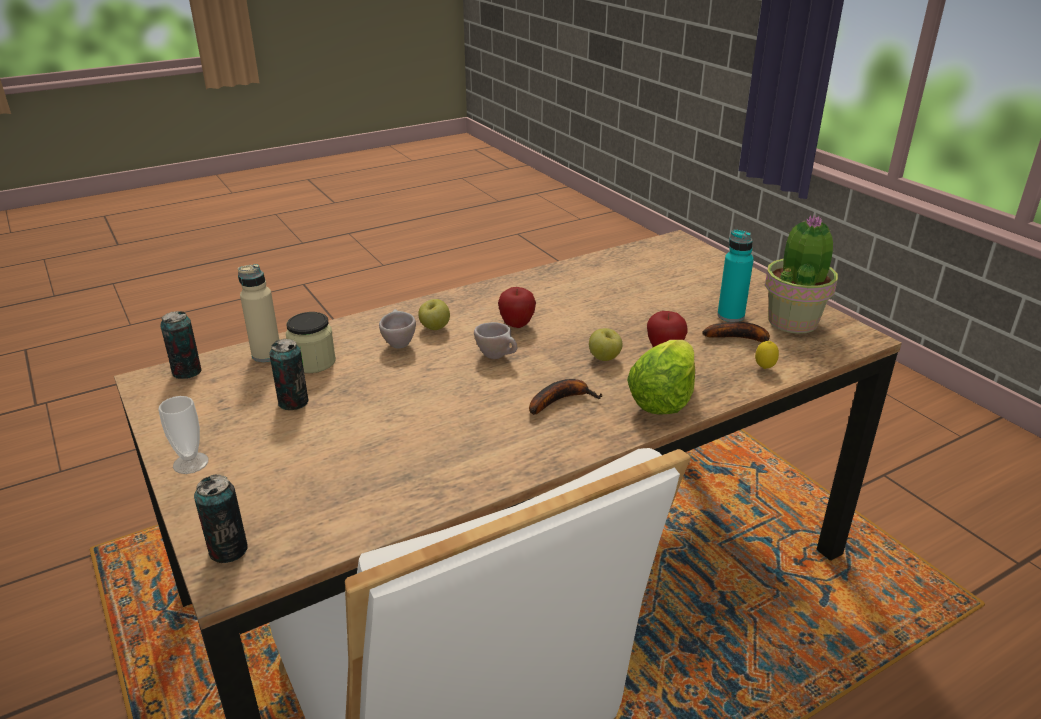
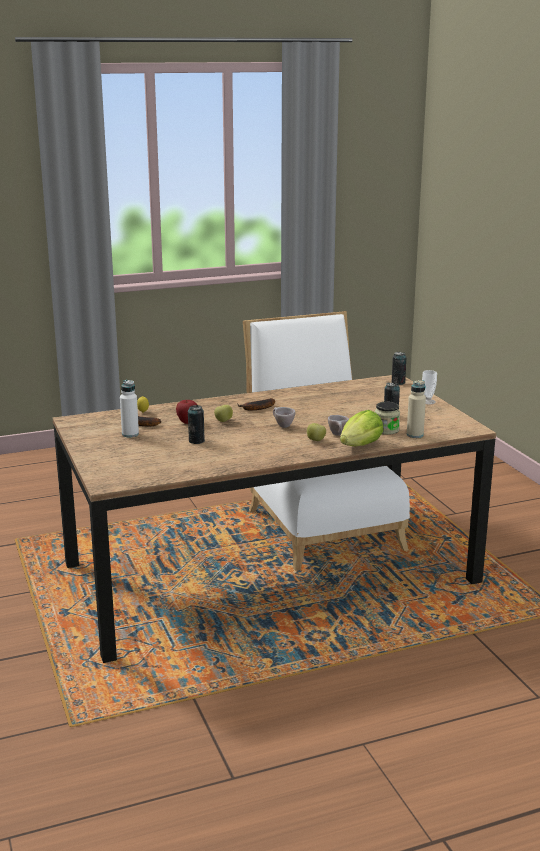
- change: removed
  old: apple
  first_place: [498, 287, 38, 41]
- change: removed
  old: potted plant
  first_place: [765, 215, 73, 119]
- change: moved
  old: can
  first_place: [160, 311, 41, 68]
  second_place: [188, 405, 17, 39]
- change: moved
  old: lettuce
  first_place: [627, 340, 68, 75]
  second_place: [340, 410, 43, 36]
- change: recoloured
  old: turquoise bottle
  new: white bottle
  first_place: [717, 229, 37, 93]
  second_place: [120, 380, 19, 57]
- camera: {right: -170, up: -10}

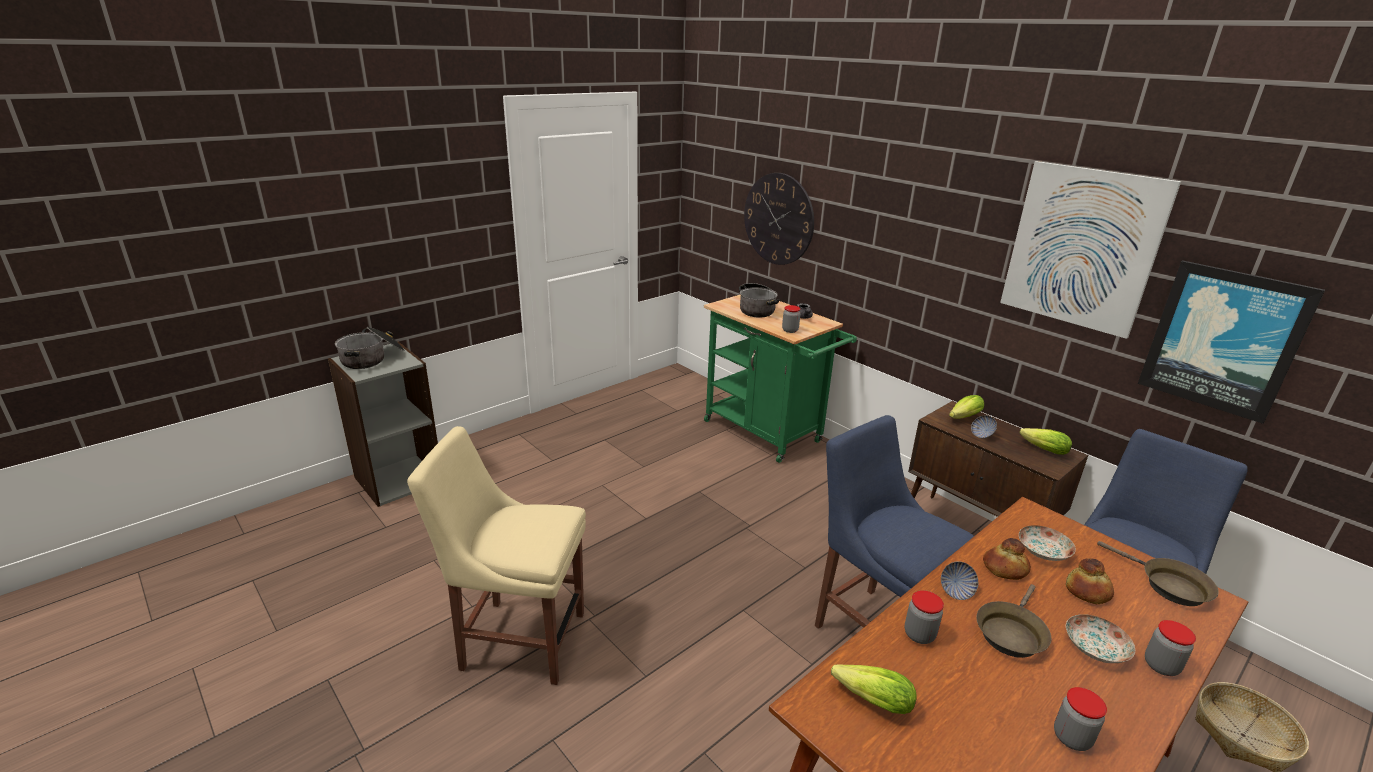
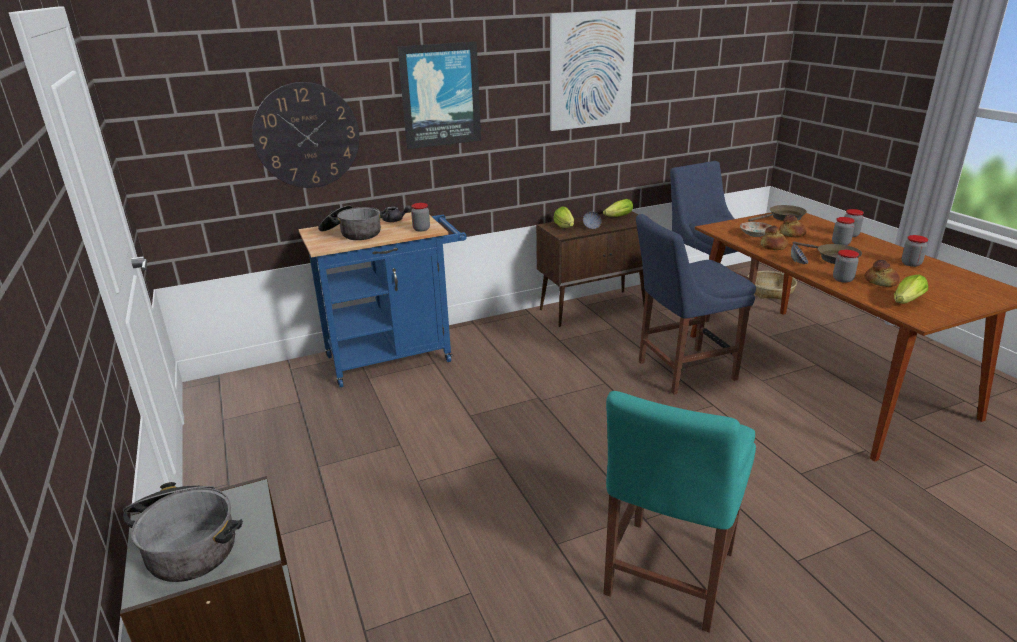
- change: added
  new: bread
  second_place: [865, 260, 35, 27]
- change: moved
  old: picture
  first_place: [1138, 260, 187, 164]
  second_place: [397, 41, 84, 108]
- change: replaced
  old: plate
  new: jar
  first_place: [1066, 614, 69, 49]
  second_place: [832, 217, 23, 28]
- change: recoloured
  old: beige chair
  new: turquoise chair
  first_place: [407, 426, 179, 259]
  second_place: [604, 391, 152, 242]
- change: recoloured
  old: green cart
  new: blue cart
  first_place: [704, 295, 153, 168]
  second_place: [298, 212, 169, 175]
- camera: {right: -70, up: 0}

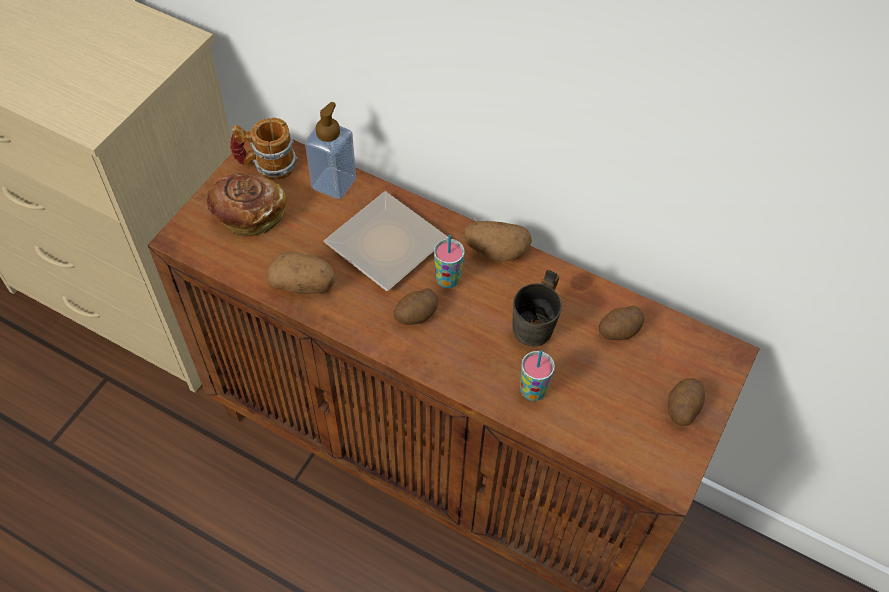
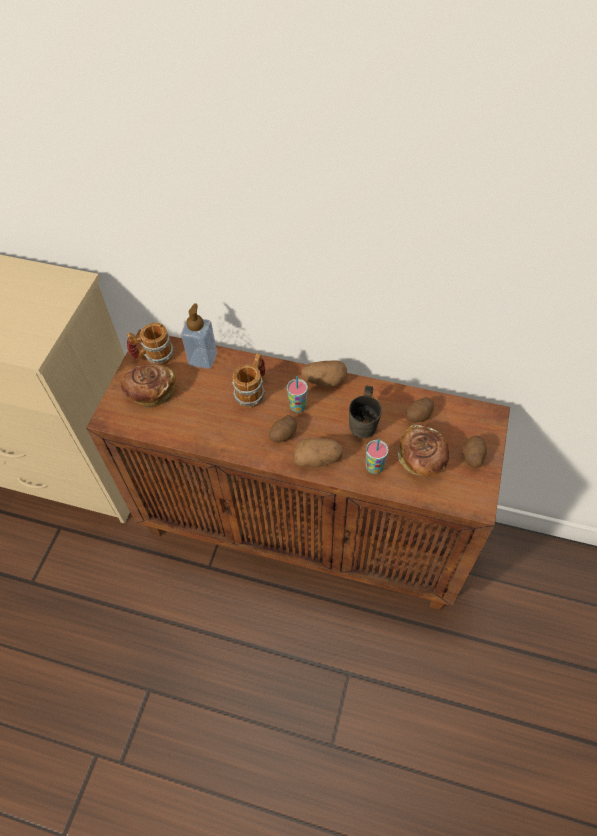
- change: added
  new: bread
  second_place: [398, 425, 51, 51]
- change: moved
  old: potato
  first_place: [266, 252, 69, 42]
  second_place: [293, 438, 50, 29]
- change: replaced
  old: plate
  new: mug
  first_place: [324, 191, 124, 100]
  second_place: [232, 353, 34, 55]
- camera: {right: -10, up: 0}

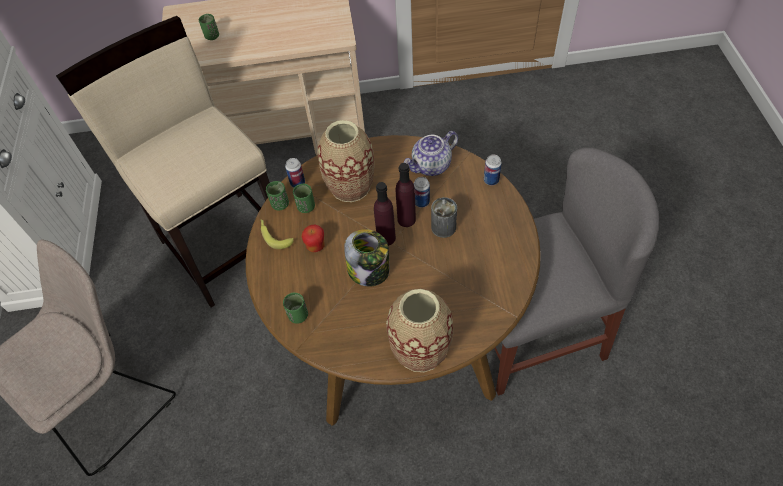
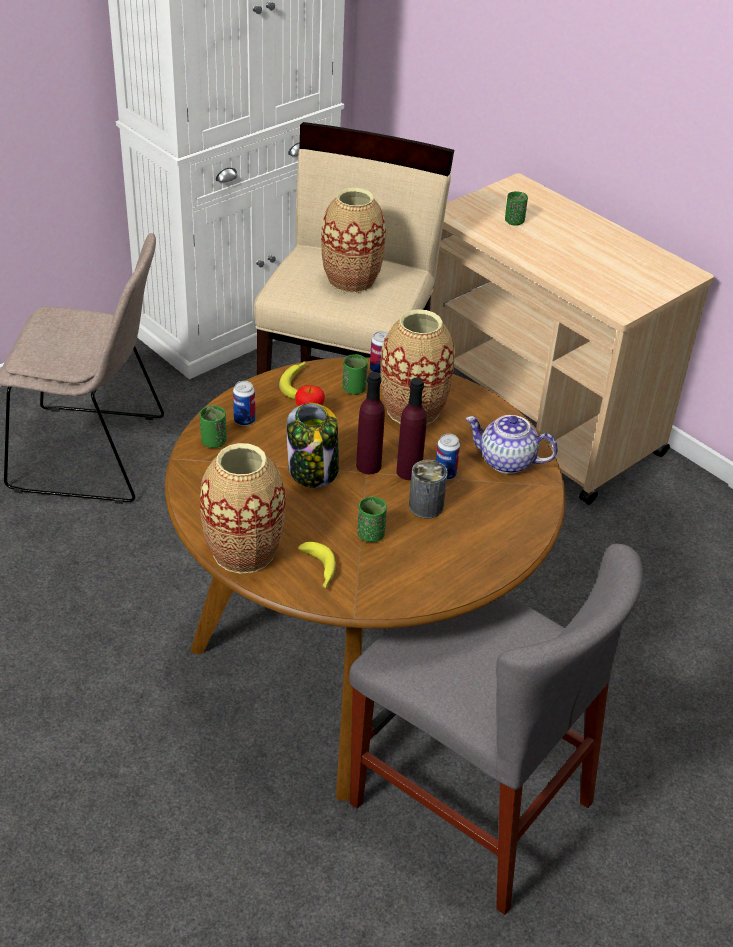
- change: added
  new: banana
  second_place: [298, 542, 38, 46]
- change: added
  new: vase
  second_place: [321, 188, 65, 105]
- change: moved
  old: green cup
  first_place: [266, 181, 23, 29]
  second_place: [358, 497, 29, 45]
- change: moved
  old: can
  first_place: [484, 155, 18, 30]
  second_place: [233, 381, 22, 45]
- camera: {right: 50, up: -15}

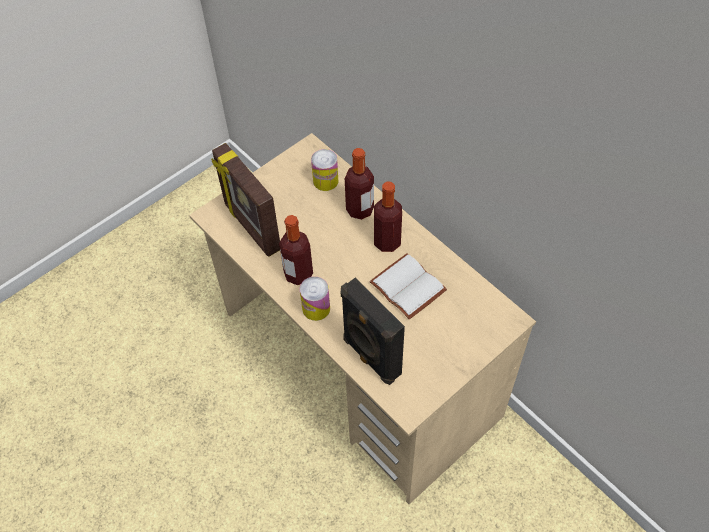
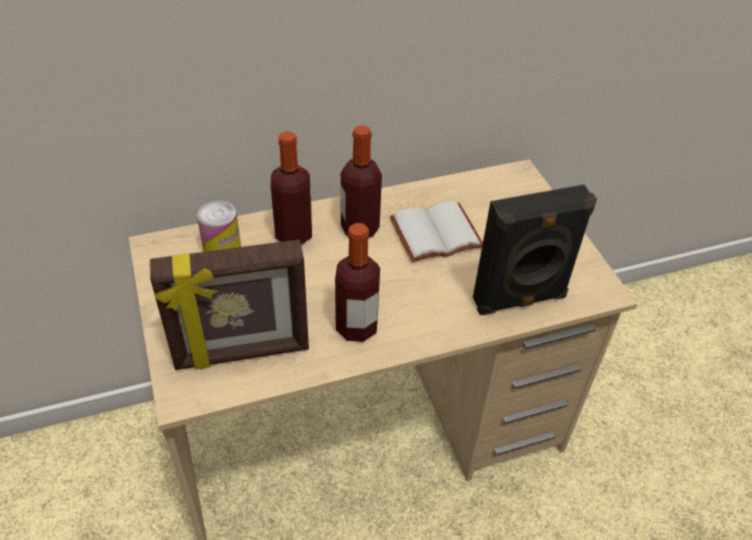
- change: removed
  old: can
  first_place: [300, 276, 30, 45]
- camera: {right: -70, up: -10}

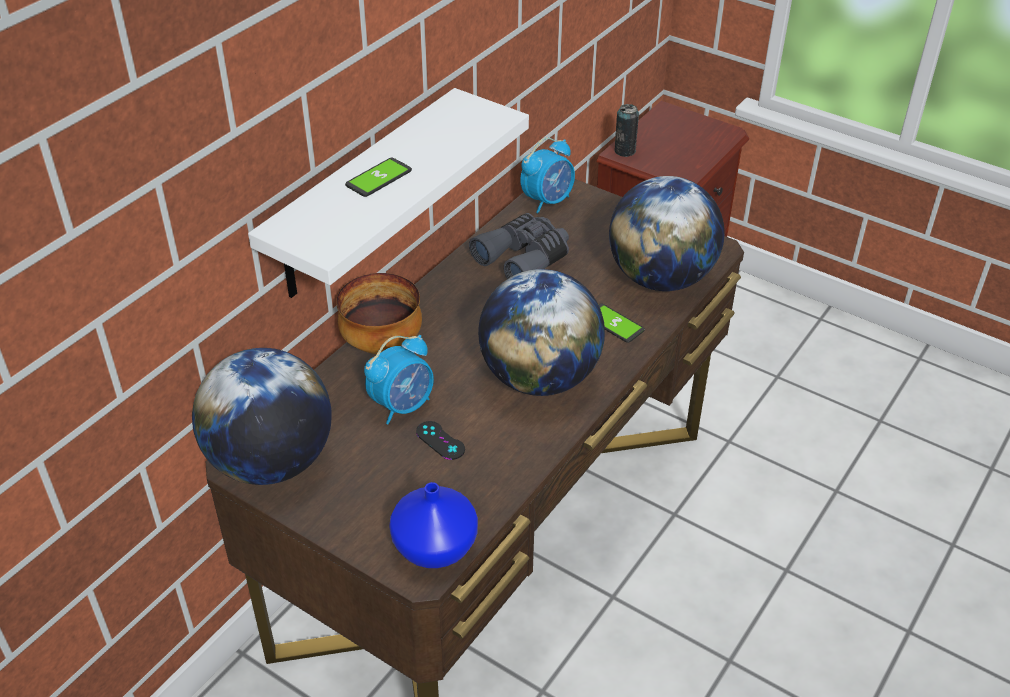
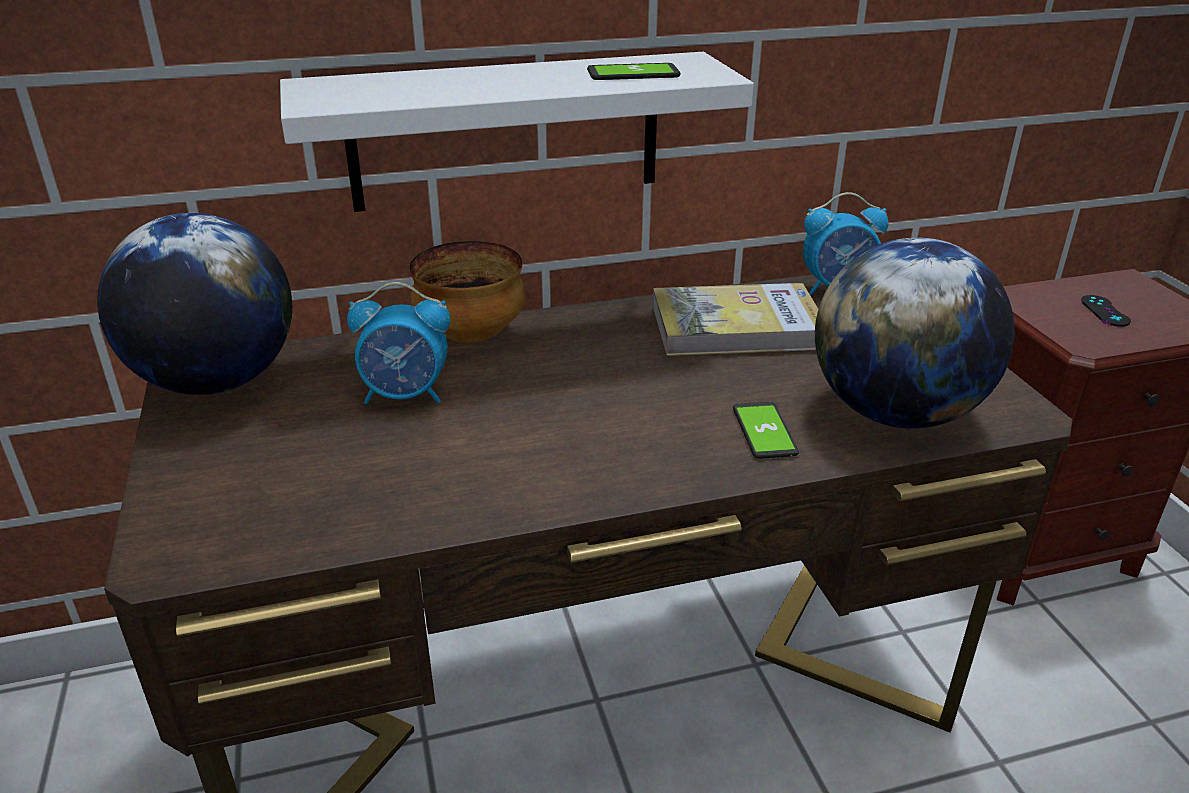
- change: removed
  old: blue vase
  first_place: [389, 482, 89, 86]
- change: removed
  old: globe
  first_place: [478, 269, 127, 127]
- change: removed
  old: can
  first_place: [614, 104, 25, 53]
- change: moved
  old: phone
  first_place: [345, 158, 67, 39]
  second_place: [587, 63, 94, 17]
- change: moved
  old: black game controller
  first_place: [416, 421, 49, 39]
  second_place: [1081, 295, 50, 32]
- change: replaced
  old: grey binoculars
  new: book
  first_place: [469, 213, 100, 66]
  second_place: [653, 283, 165, 73]
- camera: {right: 40, up: -10}

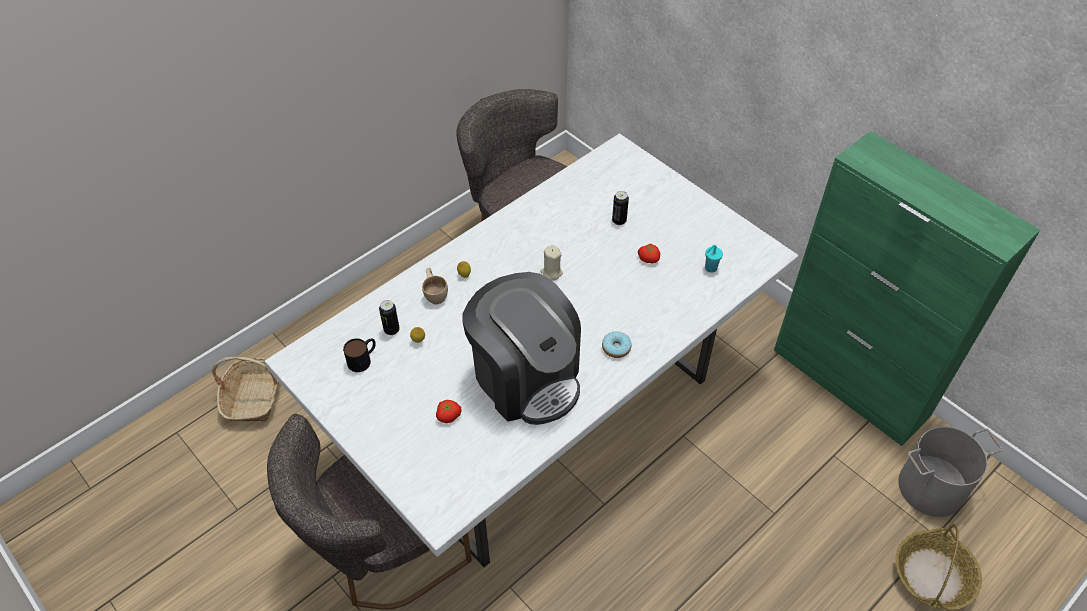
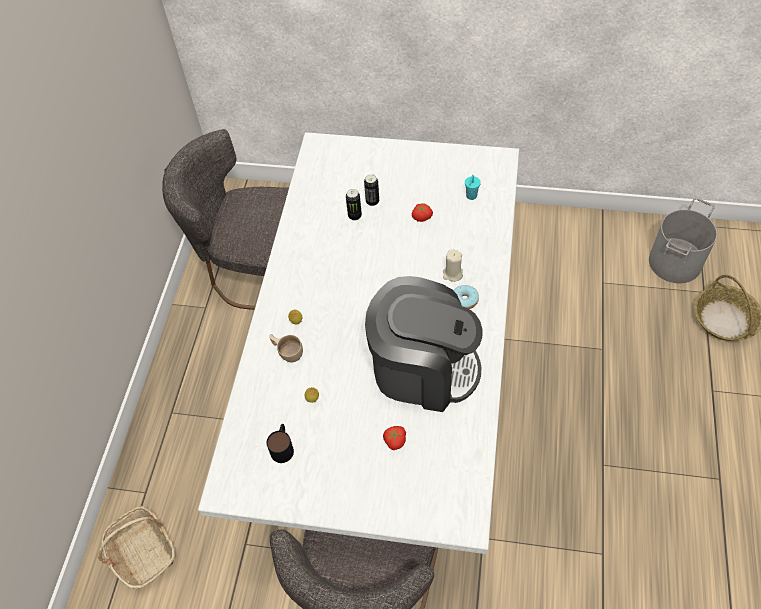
- change: removed
  old: green cabinet
  first_place: [774, 131, 266, 315]
- change: moved
  old: can
  first_place: [379, 300, 21, 35]
  second_place: [346, 189, 16, 32]
- change: moved
  old: beige candle
  first_place: [540, 245, 23, 36]
  second_place: [443, 250, 20, 32]
- camera: {right: -35, up: 5}

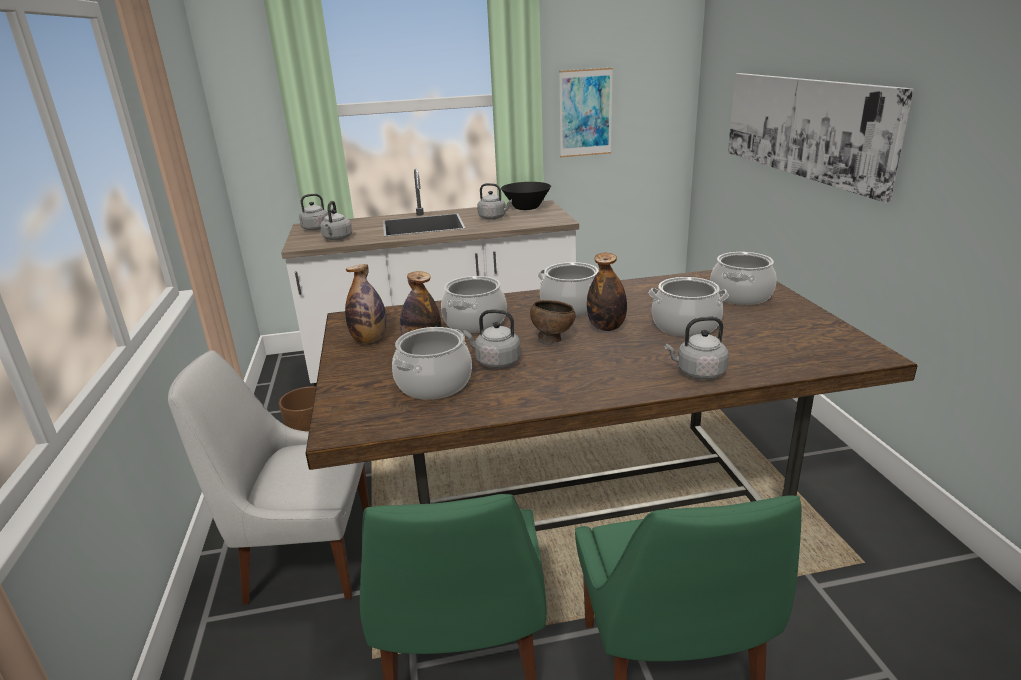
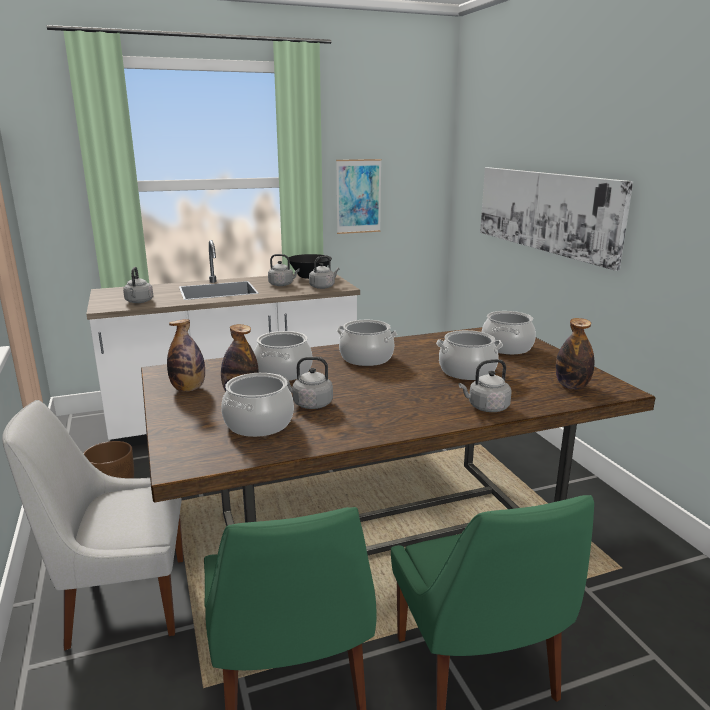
- change: removed
  old: brown bowl
  first_place: [530, 300, 45, 42]
- change: moved
  old: grey kettle
  first_place: [299, 194, 34, 37]
  second_place: [309, 256, 30, 33]
- change: moved
  old: bottle
  first_place: [587, 253, 40, 78]
  second_place: [556, 318, 38, 71]
- camera: {right: -10, up: -5}

